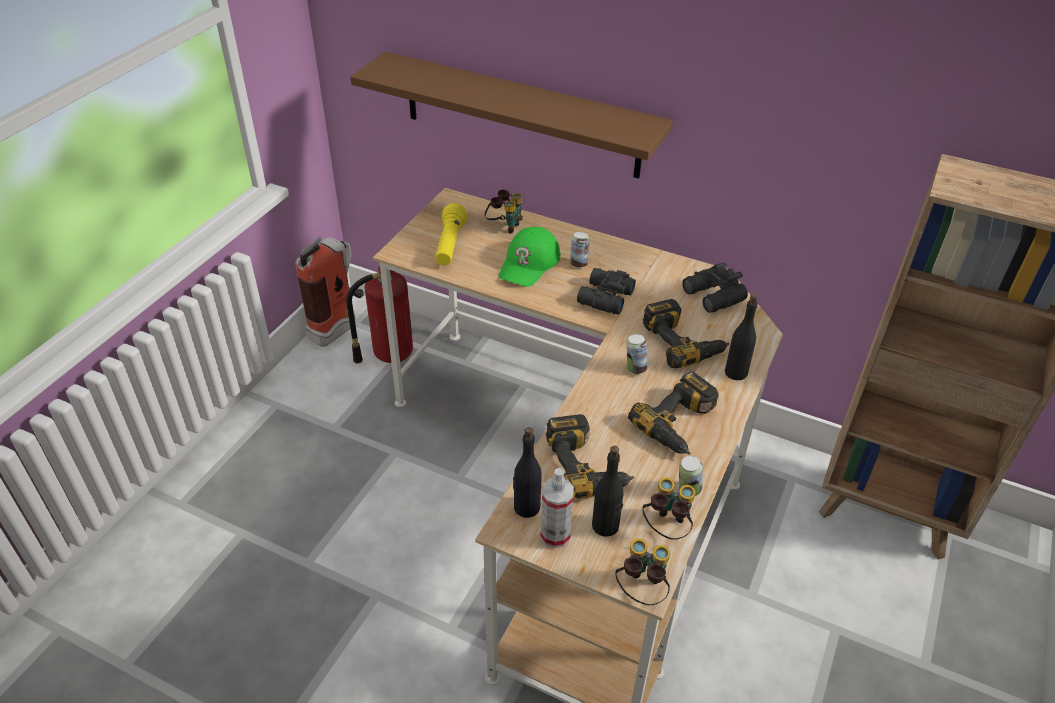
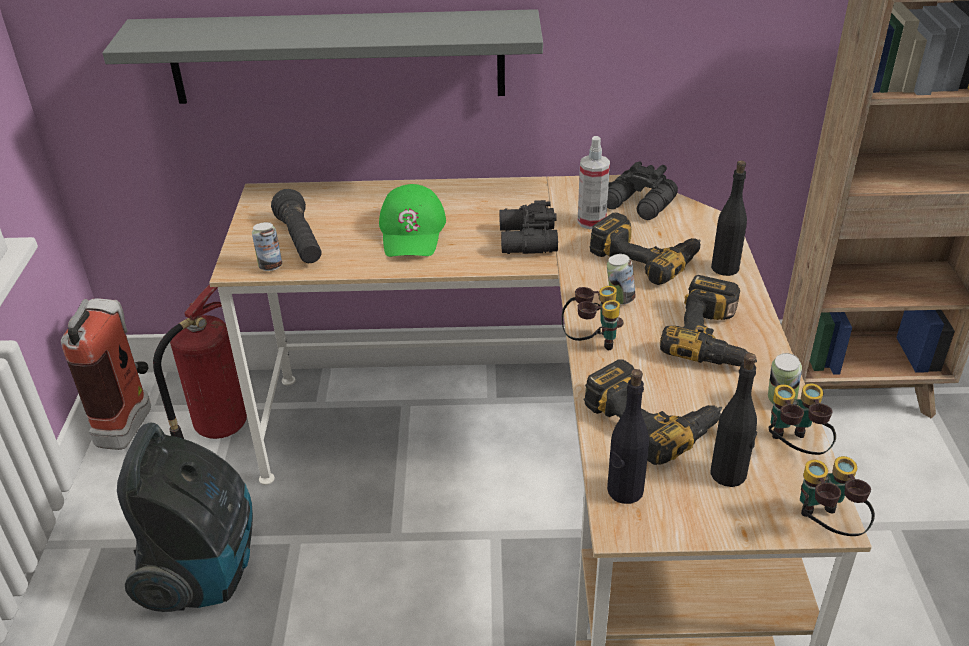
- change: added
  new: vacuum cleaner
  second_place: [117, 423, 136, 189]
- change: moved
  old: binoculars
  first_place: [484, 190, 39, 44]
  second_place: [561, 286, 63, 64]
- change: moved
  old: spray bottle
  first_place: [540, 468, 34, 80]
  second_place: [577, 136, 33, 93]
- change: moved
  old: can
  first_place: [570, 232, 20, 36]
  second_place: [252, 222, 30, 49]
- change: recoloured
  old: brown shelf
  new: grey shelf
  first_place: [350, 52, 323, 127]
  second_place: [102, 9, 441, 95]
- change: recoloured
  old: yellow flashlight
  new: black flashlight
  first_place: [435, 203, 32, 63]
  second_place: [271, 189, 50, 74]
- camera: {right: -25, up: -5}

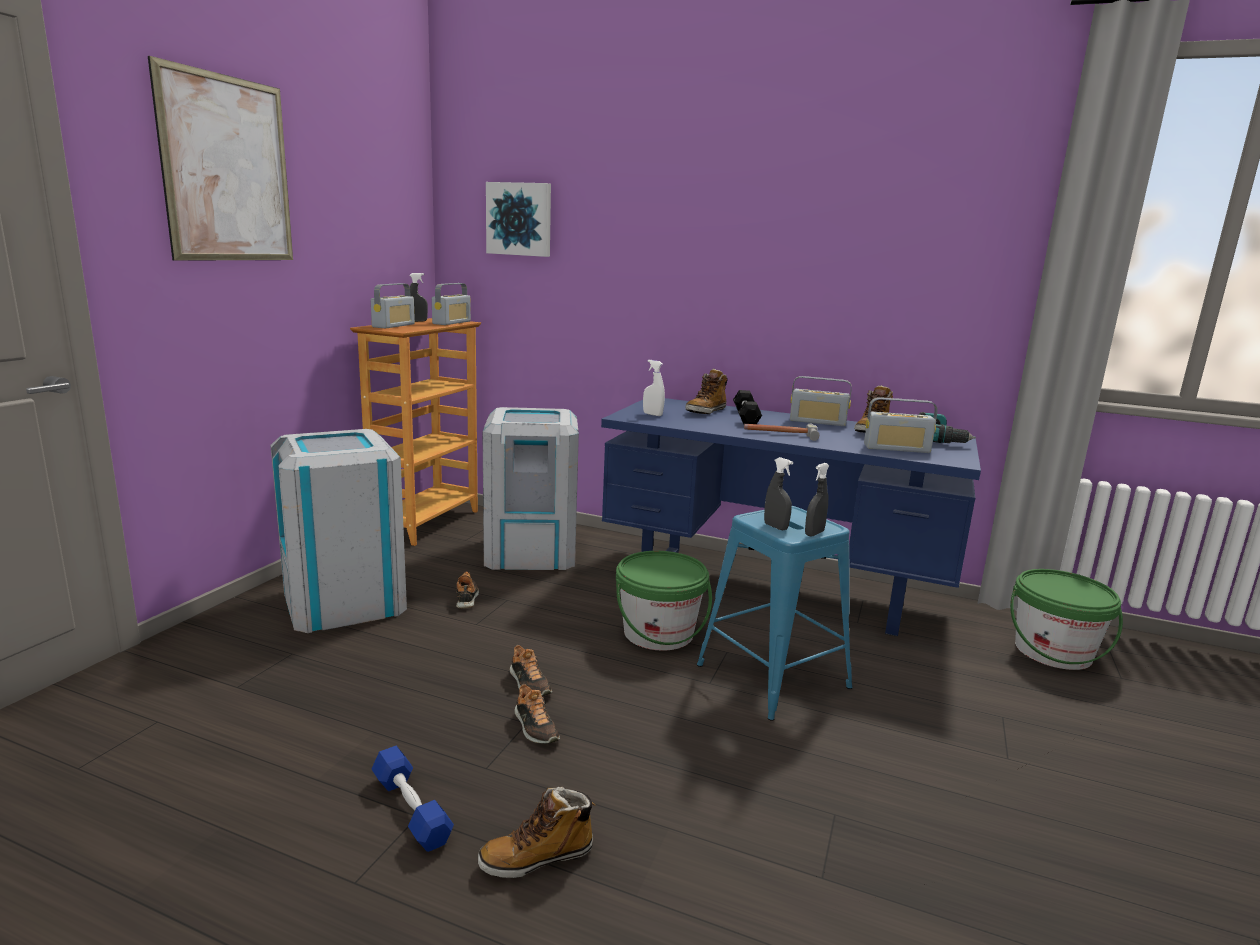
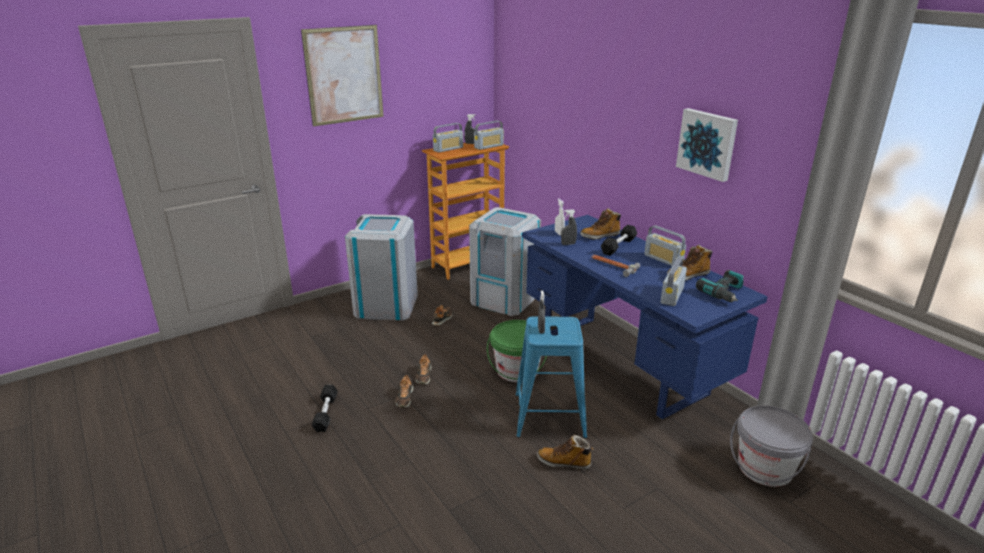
- change: moved
  old: boot
  first_place: [478, 787, 117, 91]
  second_place: [537, 435, 56, 35]
- change: moved
  old: picture
  first_place: [486, 182, 65, 75]
  second_place: [676, 108, 62, 74]
- change: moved
  old: grey spray bottle
  first_place: [805, 463, 24, 74]
  second_place: [561, 209, 16, 36]
- change: recoloured
  old: blue dumbbell
  new: black dumbbell
  first_place: [372, 746, 82, 106]
  second_place: [312, 385, 26, 47]
- change: recoloured
  old: green bucket
  new: grey bucket
  first_place: [1010, 569, 113, 101]
  second_place: [730, 405, 83, 82]
- change: turned
  old: radio
  first_place: [864, 397, 73, 56]
  second_place: [661, 257, 26, 49]
  degrees: 75
- camera: {right: 35, up: 10}

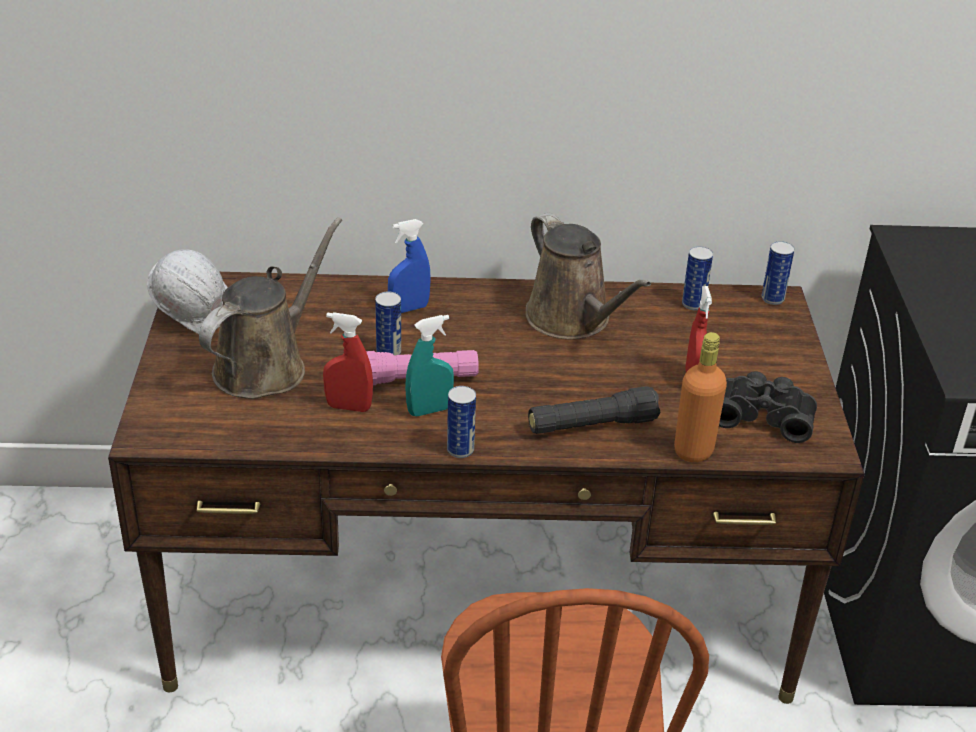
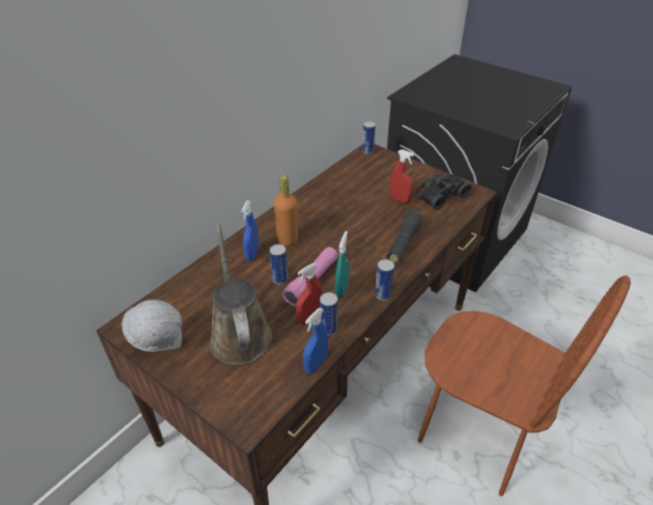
- change: removed
  old: brown watering can
  first_place: [525, 213, 126, 126]
- change: added
  new: blue spray bottle
  second_place: [303, 308, 25, 66]
- change: moved
  old: orange bottle
  first_place: [674, 332, 53, 130]
  second_place: [274, 175, 24, 71]
- change: moved
  old: can
  first_place: [682, 246, 31, 64]
  second_place: [320, 292, 18, 43]
- camera: {right: -50, up: 5}

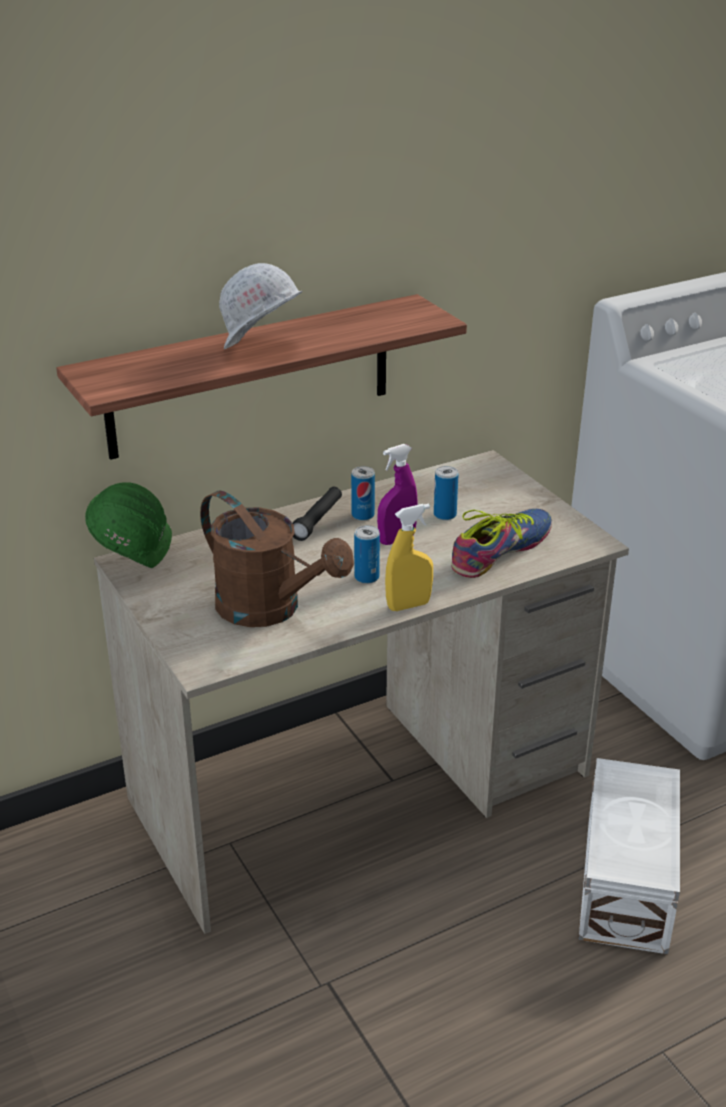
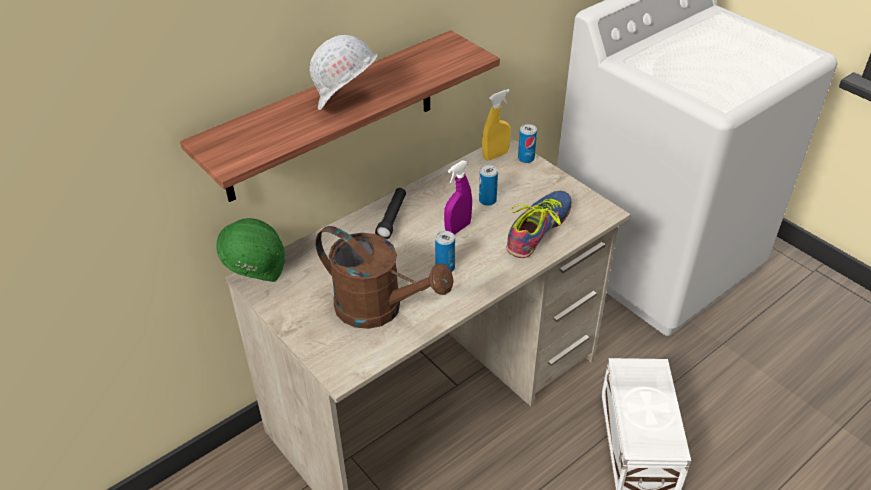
- change: moved
  old: can
  first_place: [351, 466, 24, 55]
  second_place: [518, 124, 19, 39]
- change: moved
  old: yellow spray bottle
  first_place: [385, 504, 48, 107]
  second_place: [482, 89, 29, 71]
- camera: {right: -10, up: 10}

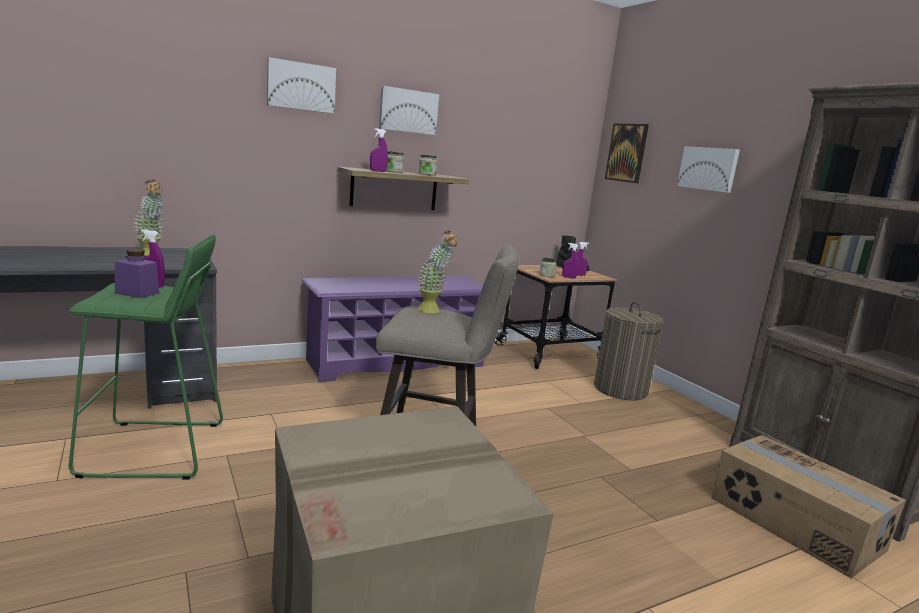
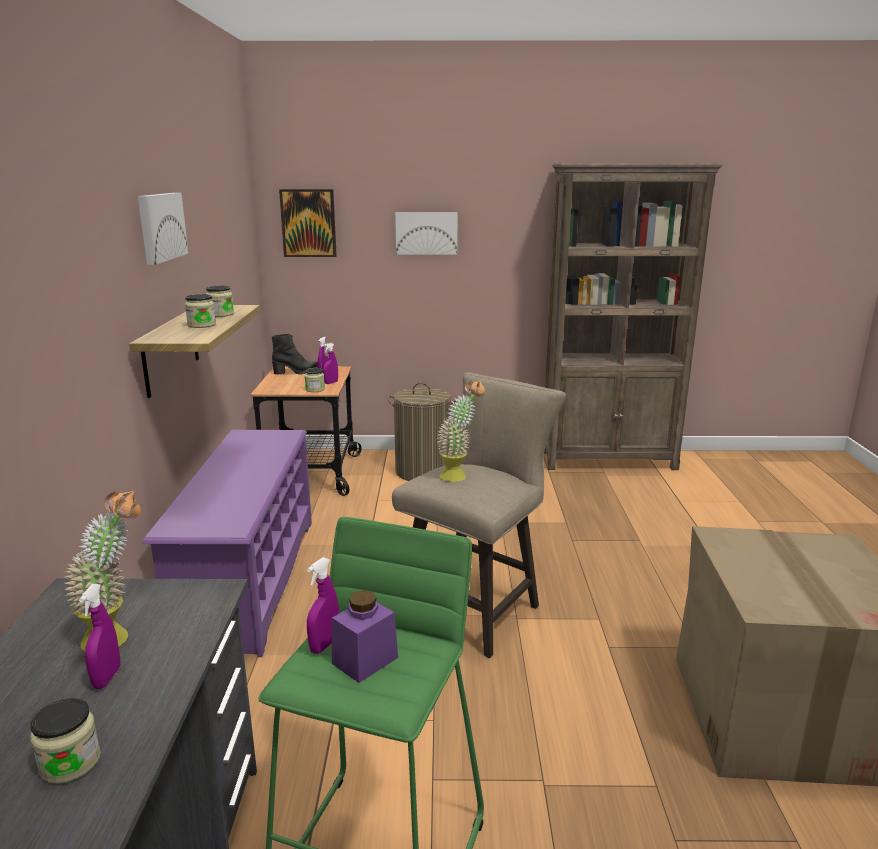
- change: removed
  old: picture
  first_place: [267, 57, 69, 57]
- change: removed
  old: cardboard box
  first_place: [712, 435, 194, 144]
- change: added
  new: jar
  second_place: [30, 698, 71, 86]
- change: moved
  old: purple spray bottle
  first_place: [370, 128, 18, 44]
  second_place: [79, 584, 41, 105]
- camera: {right: -60, up: 5}

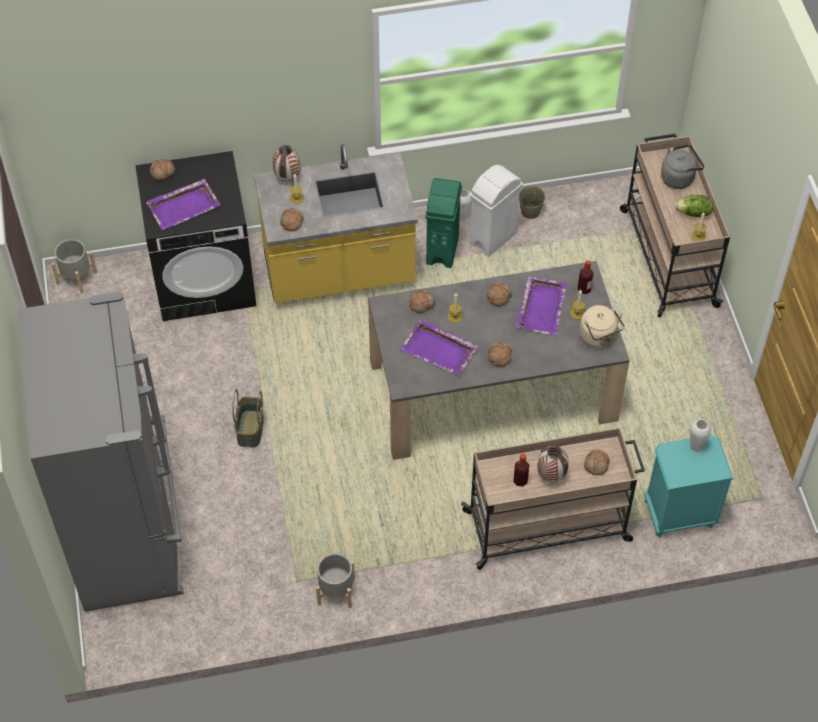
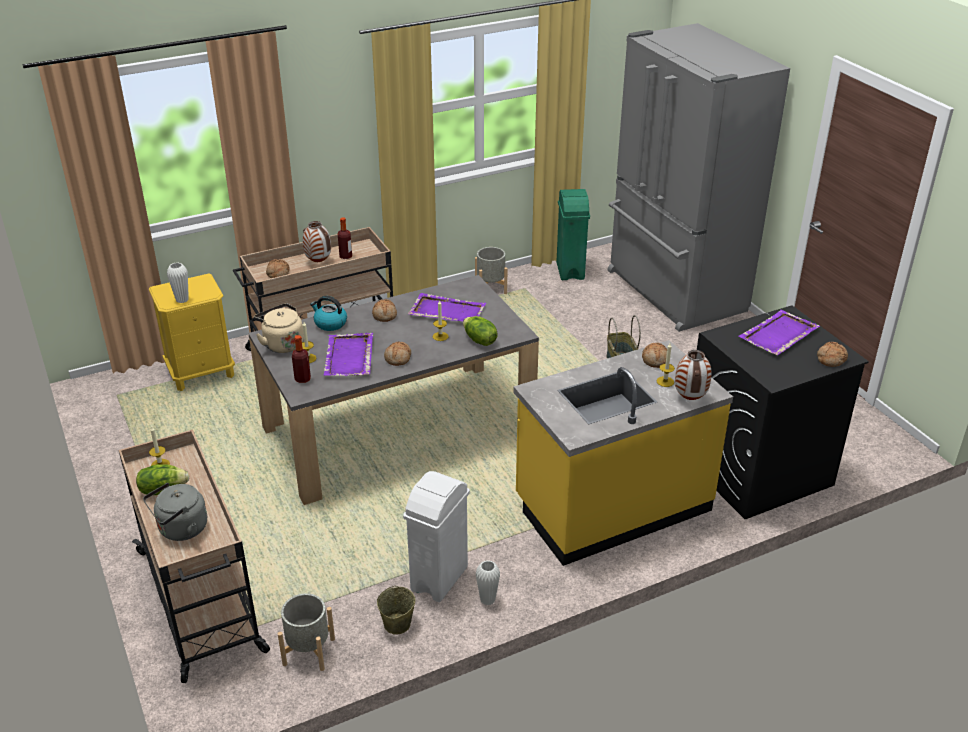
- change: added
  new: kettle
  second_place: [310, 296, 37, 35]
- change: moved
  old: grey planter
  first_place: [51, 239, 46, 54]
  second_place: [278, 593, 57, 78]
- change: moved
  old: green trash can
  first_place: [425, 178, 37, 90]
  second_place: [556, 189, 34, 91]
- change: replaced
  old: bread
  new: lettuce
  first_place: [409, 290, 26, 23]
  second_place: [463, 316, 35, 30]
- change: recoloured
  old: turquoise nightstand
  new: yellow nightstand
  first_place: [644, 435, 90, 102]
  second_place: [149, 273, 86, 118]
- camera: {right: 165, up: -20}

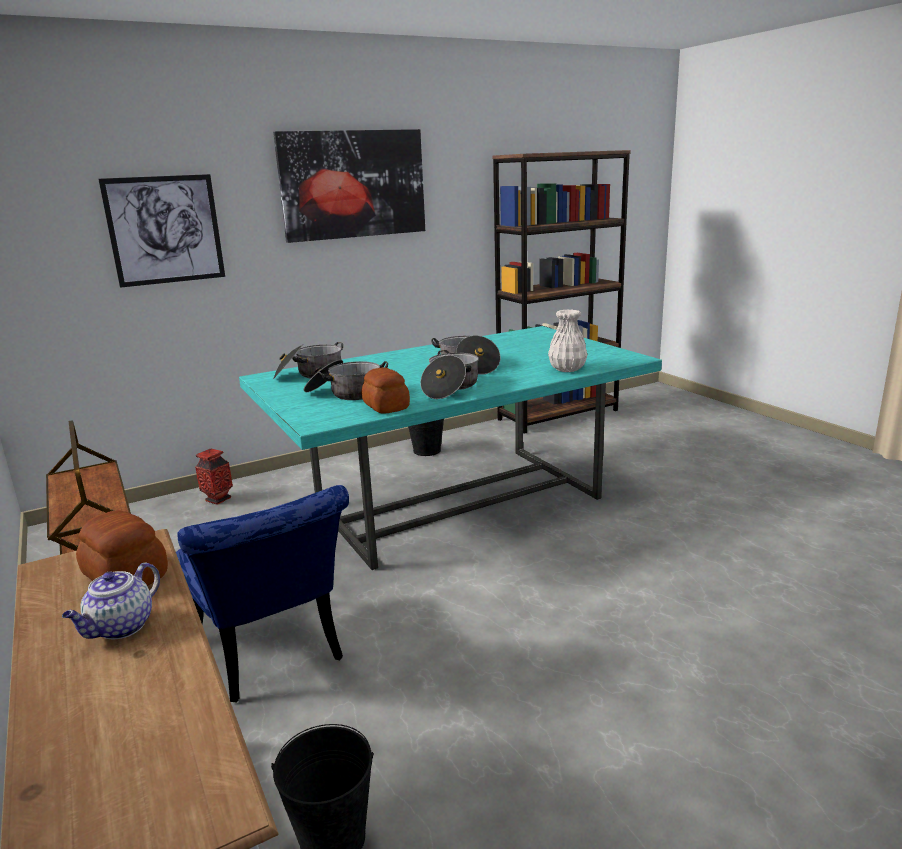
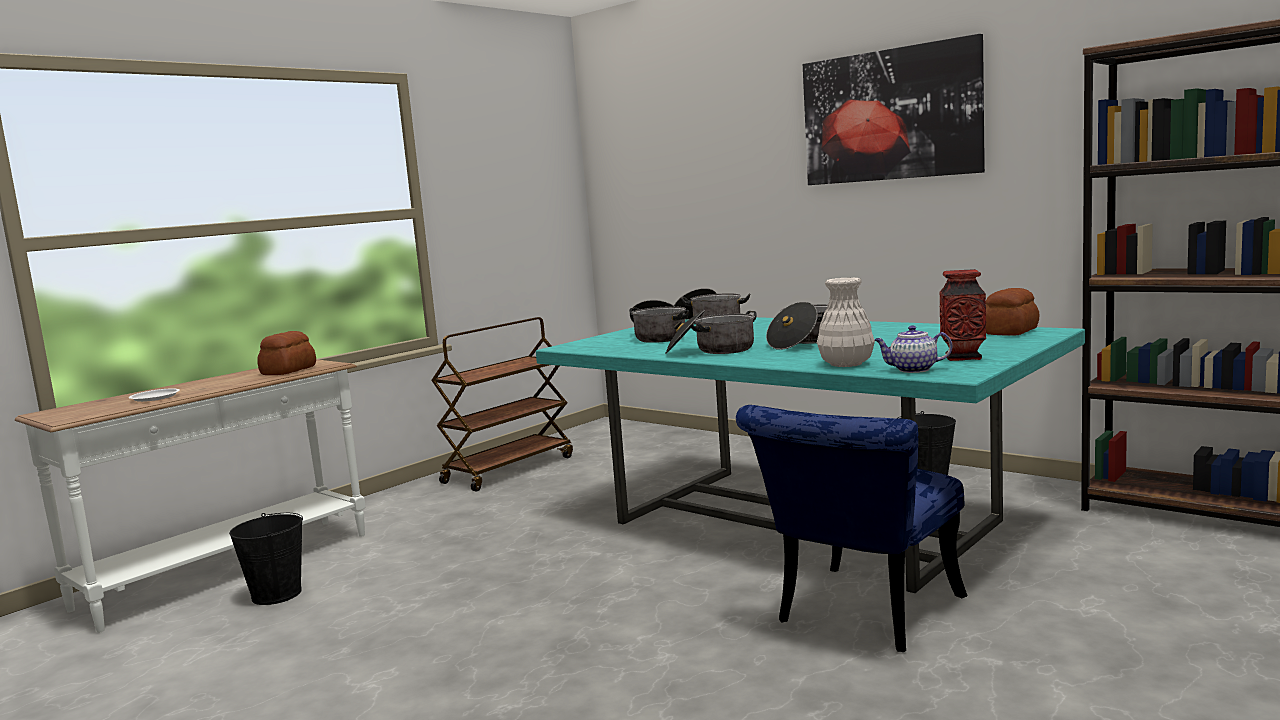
- change: removed
  old: picture
  first_place: [98, 174, 127, 114]
- change: added
  new: white plate
  second_place: [129, 388, 51, 14]
- change: moved
  old: teapot
  first_place: [62, 563, 98, 76]
  second_place: [874, 325, 78, 48]
- change: moved
  old: blue chair
  first_place: [176, 485, 173, 217]
  second_place: [736, 405, 232, 247]
- change: moved
  old: vase
  first_place: [195, 448, 38, 57]
  second_place: [939, 269, 47, 92]
- change: moved
  old: bread
  first_place: [361, 367, 49, 47]
  second_place: [986, 288, 53, 48]
- camera: {right: 70, up: -10}

